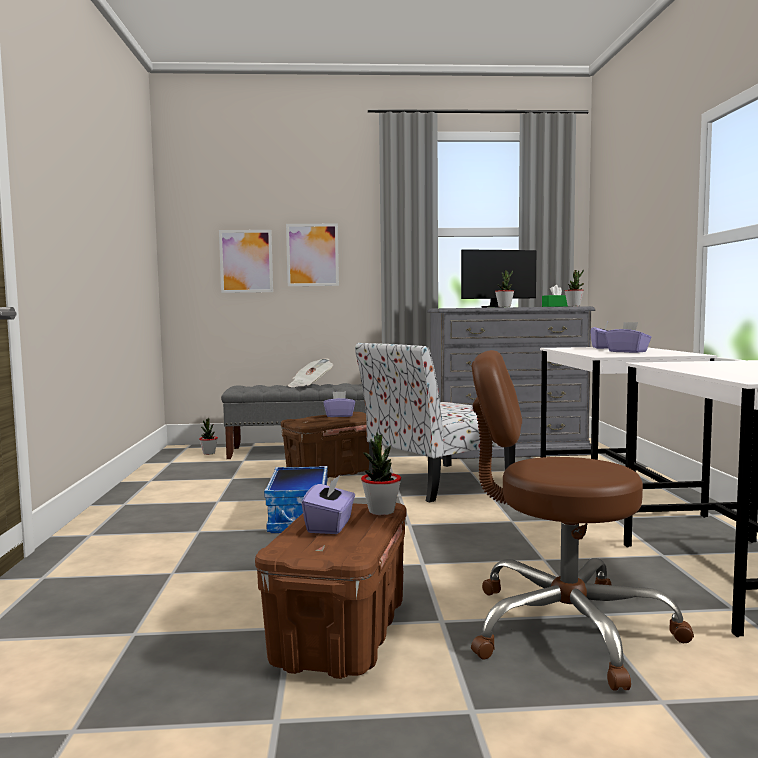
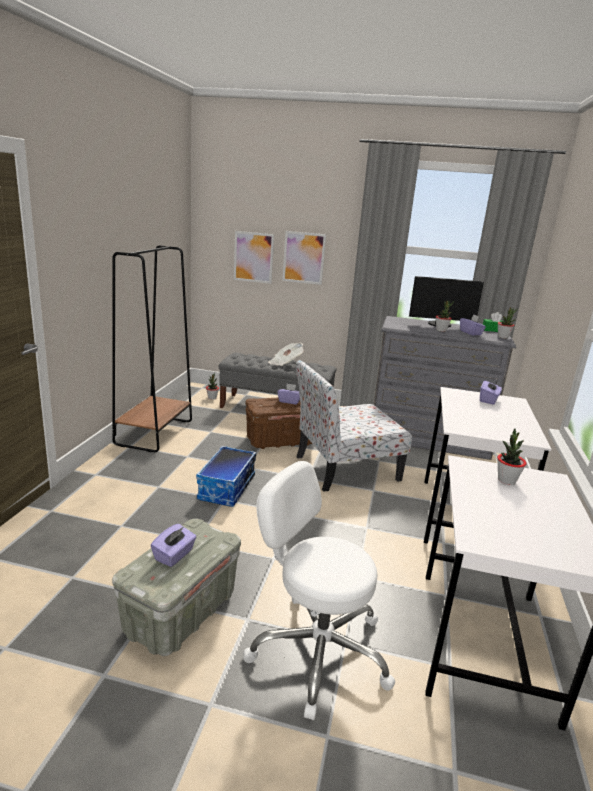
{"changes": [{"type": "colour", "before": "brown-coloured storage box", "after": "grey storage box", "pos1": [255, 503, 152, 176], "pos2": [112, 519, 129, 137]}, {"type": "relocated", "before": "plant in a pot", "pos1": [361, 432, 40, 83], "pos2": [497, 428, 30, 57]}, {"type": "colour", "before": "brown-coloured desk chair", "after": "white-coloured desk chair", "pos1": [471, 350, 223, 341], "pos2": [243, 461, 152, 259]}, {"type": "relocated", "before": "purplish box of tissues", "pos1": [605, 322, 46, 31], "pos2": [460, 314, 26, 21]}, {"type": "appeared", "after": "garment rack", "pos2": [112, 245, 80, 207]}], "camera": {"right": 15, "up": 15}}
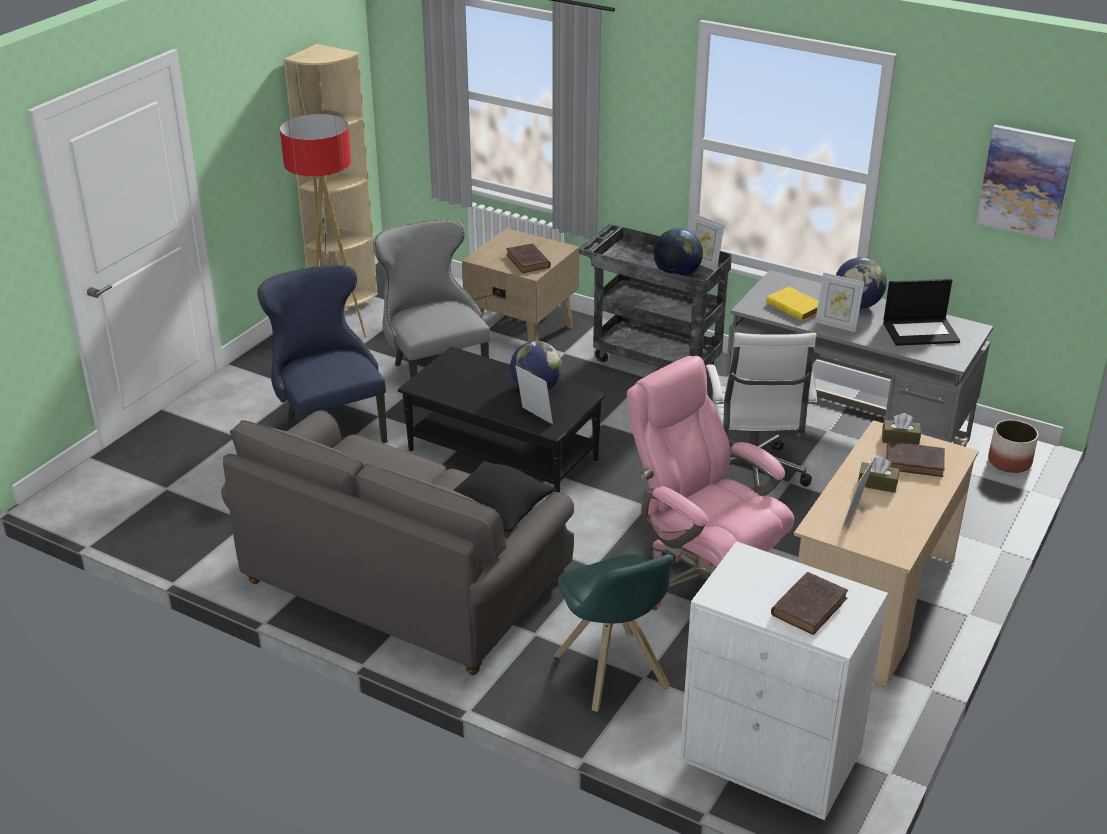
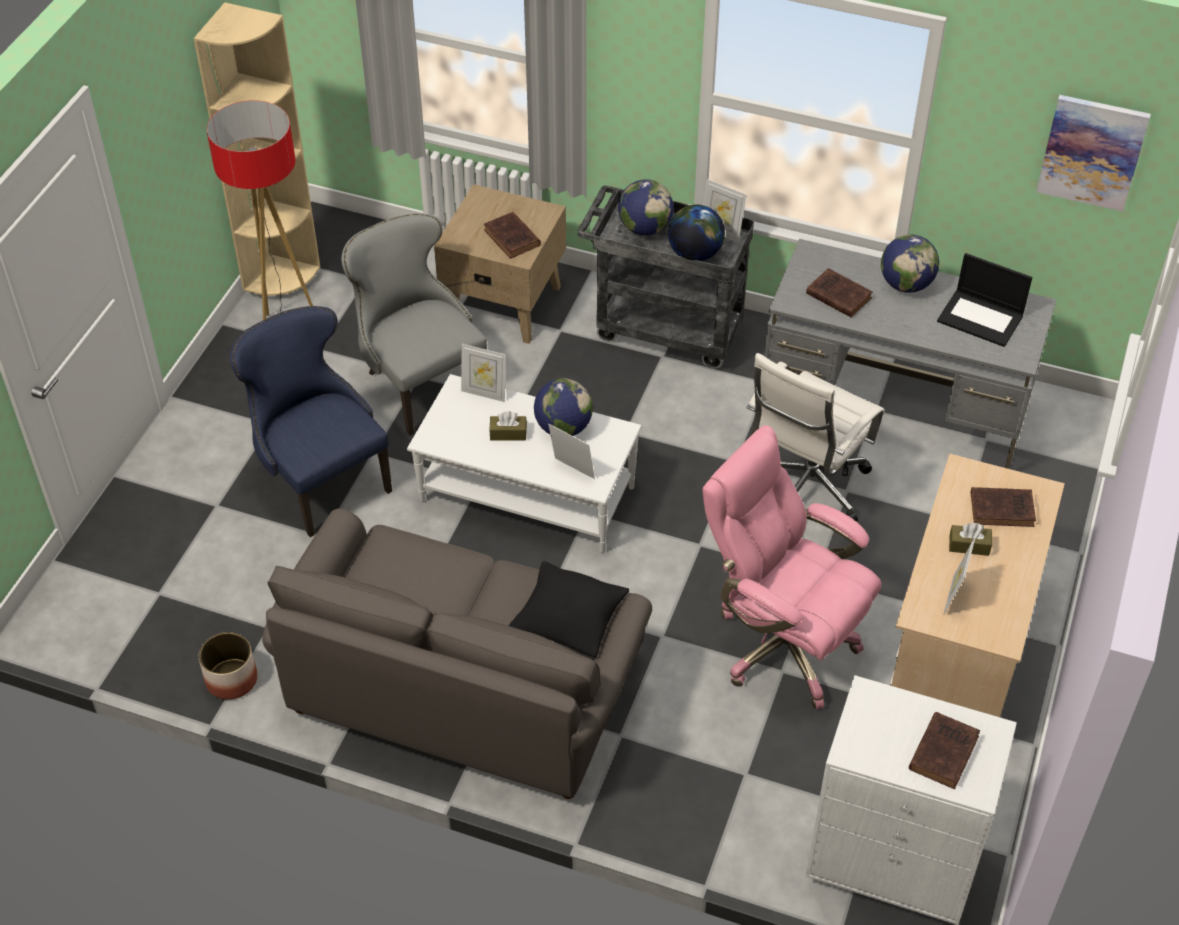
{"changes": [{"type": "colour", "before": "blackish lounge table", "after": "white-coloured lounge table", "pos1": [398, 347, 208, 145], "pos2": [407, 374, 235, 179]}, {"type": "missing", "before": "turquoise-coloured chair", "pos1": [554, 554, 119, 158]}, {"type": "spun", "before": "white-coloured desk chair", "pos1": [706, 333, 111, 154], "pos2": [747, 353, 138, 169], "turn": 45}, {"type": "colour", "before": "yellow-coloured book", "after": "brown-coloured book", "pos1": [766, 287, 52, 34], "pos2": [806, 268, 67, 49]}, {"type": "relocated", "before": "standing frame", "pos1": [815, 272, 49, 60], "pos2": [461, 344, 45, 58]}, {"type": "relocated", "before": "brown-coloured box of tissues", "pos1": [882, 413, 39, 32], "pos2": [490, 411, 37, 30]}, {"type": "spun", "before": "laptop", "pos1": [883, 279, 77, 67], "pos2": [937, 253, 95, 94], "turn": 45}, {"type": "relocated", "before": "plant pot", "pos1": [988, 420, 50, 53], "pos2": [199, 632, 58, 68]}, {"type": "appeared", "after": "globe", "pos2": [618, 179, 55, 57]}], "camera": {"right": -10, "up": 15}}
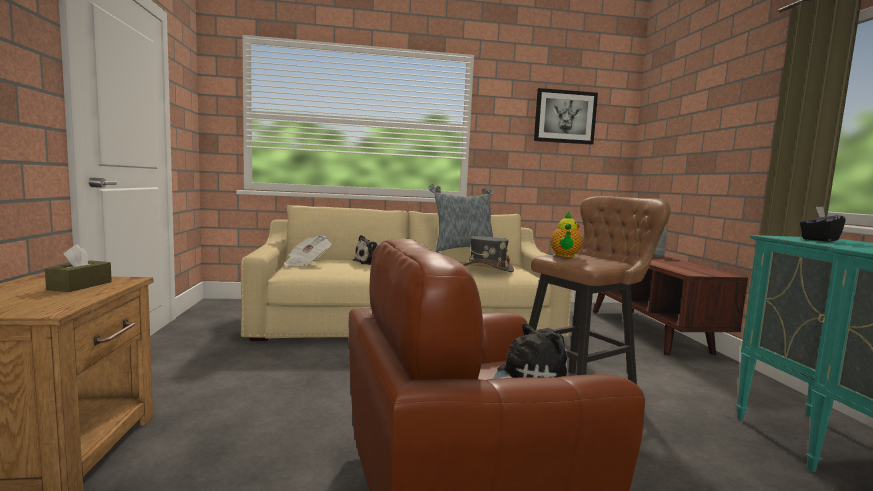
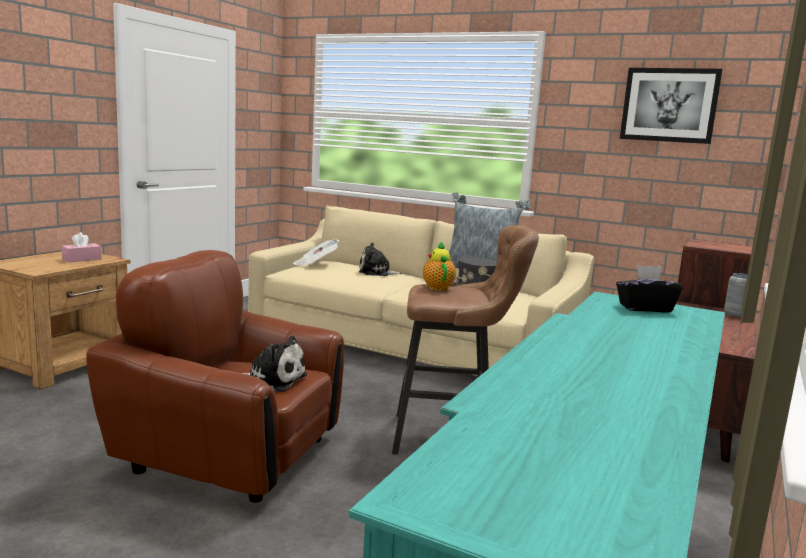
{"changes": [{"type": "colour", "before": "brown-coloured box of tissues", "after": "pink box of tissues", "pos1": [45, 244, 67, 48], "pos2": [62, 232, 40, 30]}, {"type": "spun", "before": "teapot", "pos1": [551, 212, 31, 45], "pos2": [423, 241, 33, 50], "turn": 120}], "camera": {"right": 35, "up": 5}}
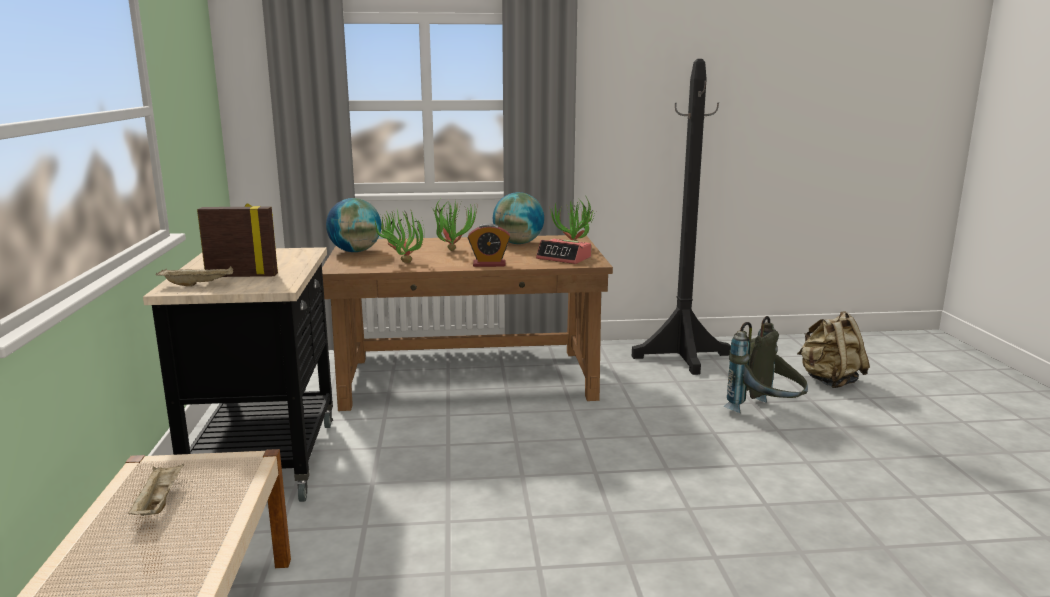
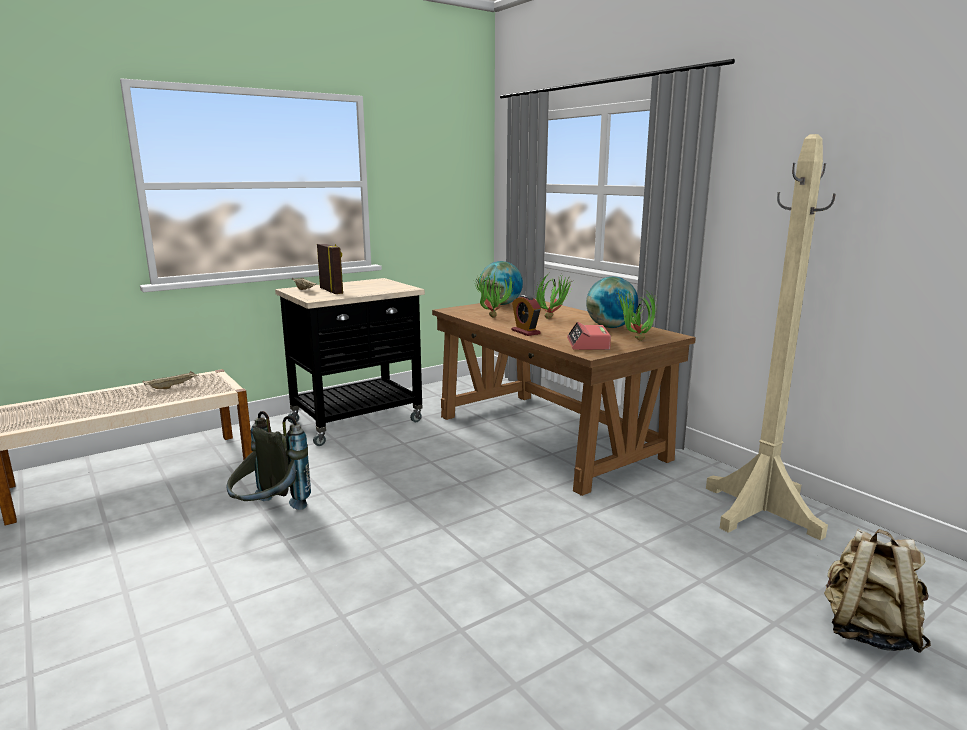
{"changes": [{"type": "colour", "before": "blackish garment rack", "after": "beige garment rack", "pos1": [632, 59, 99, 316], "pos2": [706, 134, 130, 406]}, {"type": "relocated", "before": "grey backpack", "pos1": [724, 316, 84, 97], "pos2": [227, 411, 84, 99]}], "camera": {"right": 60, "up": 0}}
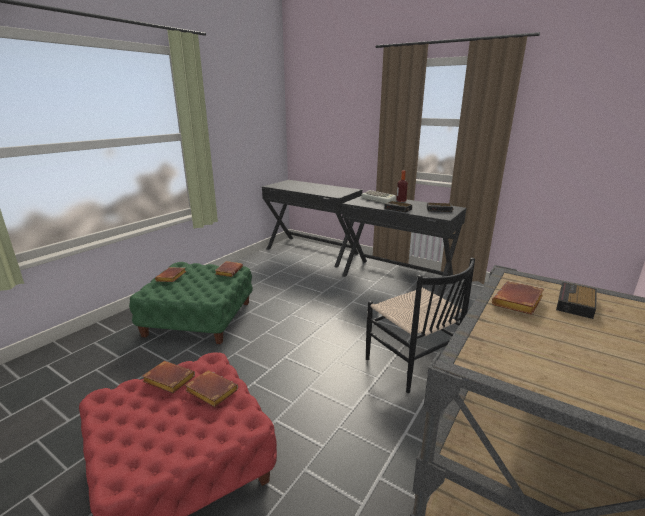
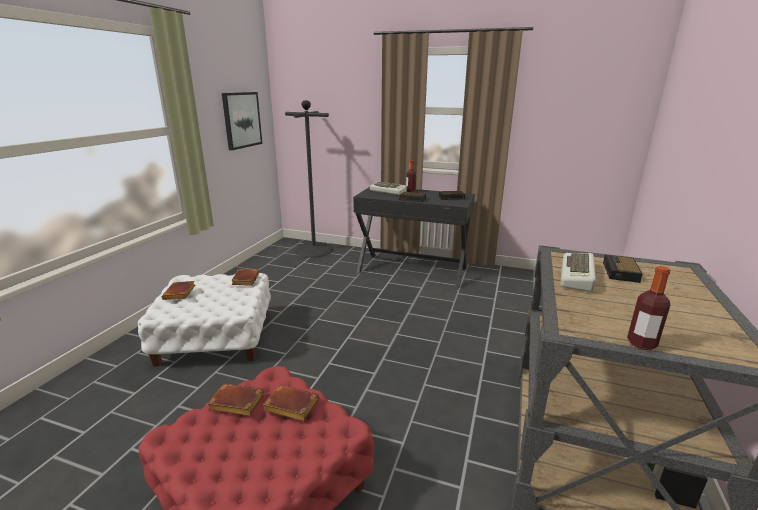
{"changes": [{"type": "colour", "before": "green-coloured pouffe", "after": "white-coloured pouffe", "pos1": [129, 262, 124, 82], "pos2": [138, 273, 133, 94]}, {"type": "exchanged", "before": "blackish desk table", "after": "blackish garment rack", "pos1": [262, 180, 100, 88], "pos2": [285, 100, 48, 158]}, {"type": "missing", "before": "blackish chair", "pos1": [366, 258, 109, 135]}, {"type": "exchanged", "before": "brown-coloured book", "after": "computer keyboard", "pos1": [492, 281, 52, 34], "pos2": [560, 253, 36, 39]}, {"type": "appeared", "after": "wall picture", "pos2": [222, 92, 40, 58]}, {"type": "appeared", "after": "bottle", "pos2": [627, 266, 43, 84]}], "camera": {"right": -15, "up": 0}}
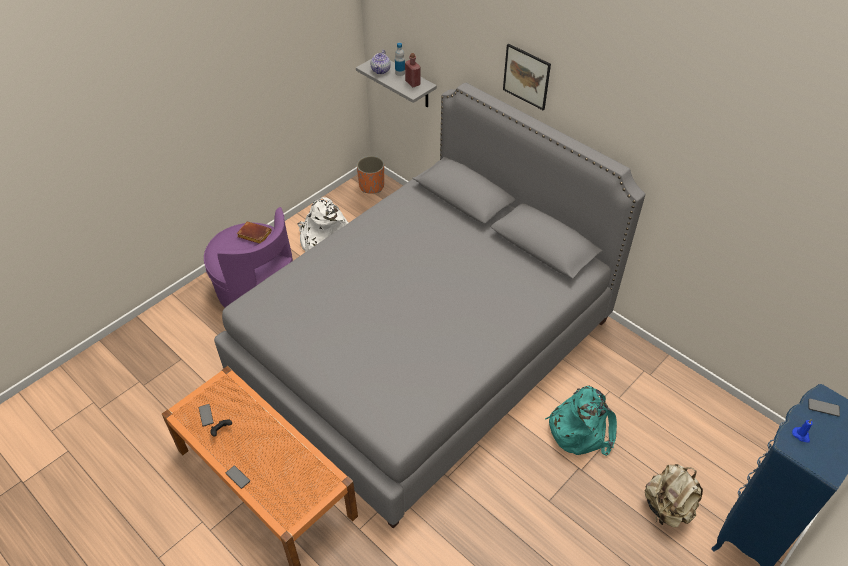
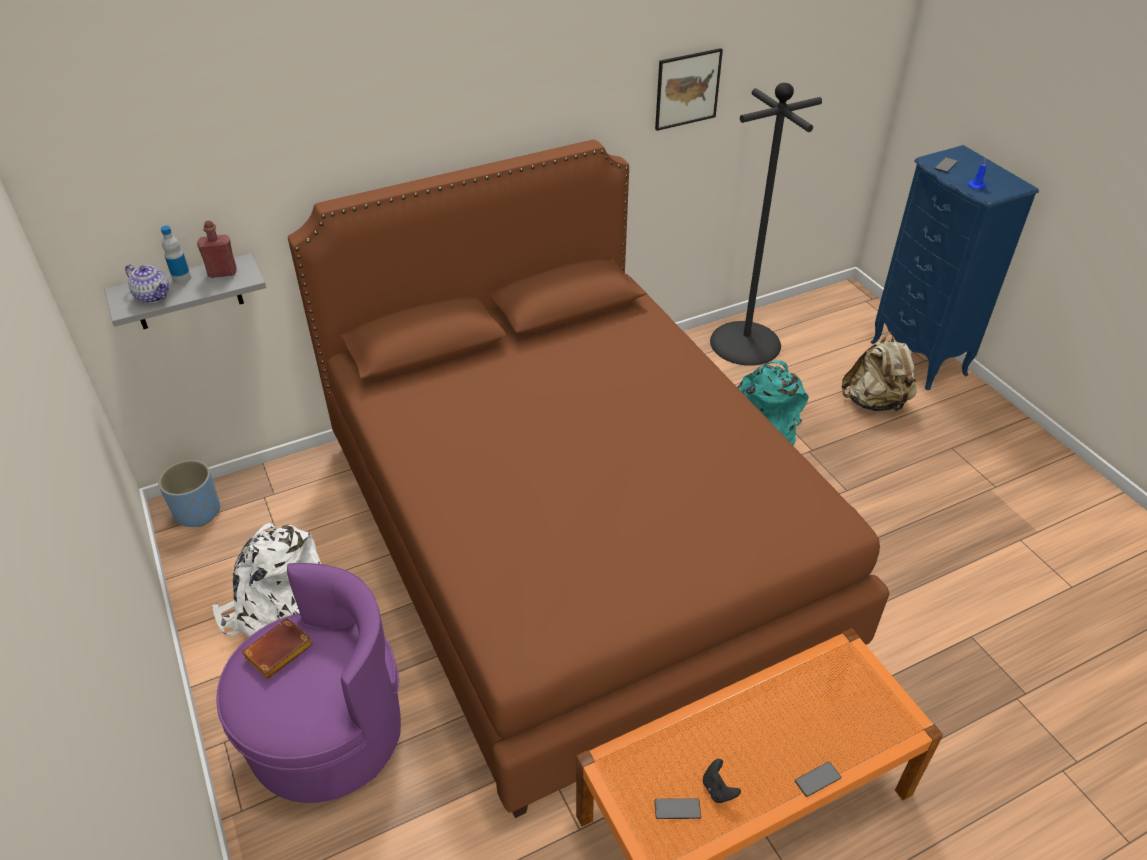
{"changes": [{"type": "colour", "before": "grey bedroom bed", "after": "brown-coloured bedroom bed", "pos1": [214, 83, 431, 446], "pos2": [288, 139, 601, 679]}, {"type": "colour", "before": "orange-coloured plant pot", "after": "blue-coloured plant pot", "pos1": [357, 156, 27, 38], "pos2": [158, 460, 62, 67]}, {"type": "relocated", "before": "wall picture", "pos1": [503, 43, 48, 67], "pos2": [655, 48, 68, 83]}, {"type": "appeared", "after": "blackish garment rack", "pos2": [710, 83, 112, 283]}], "camera": {"right": -70, "up": -5}}
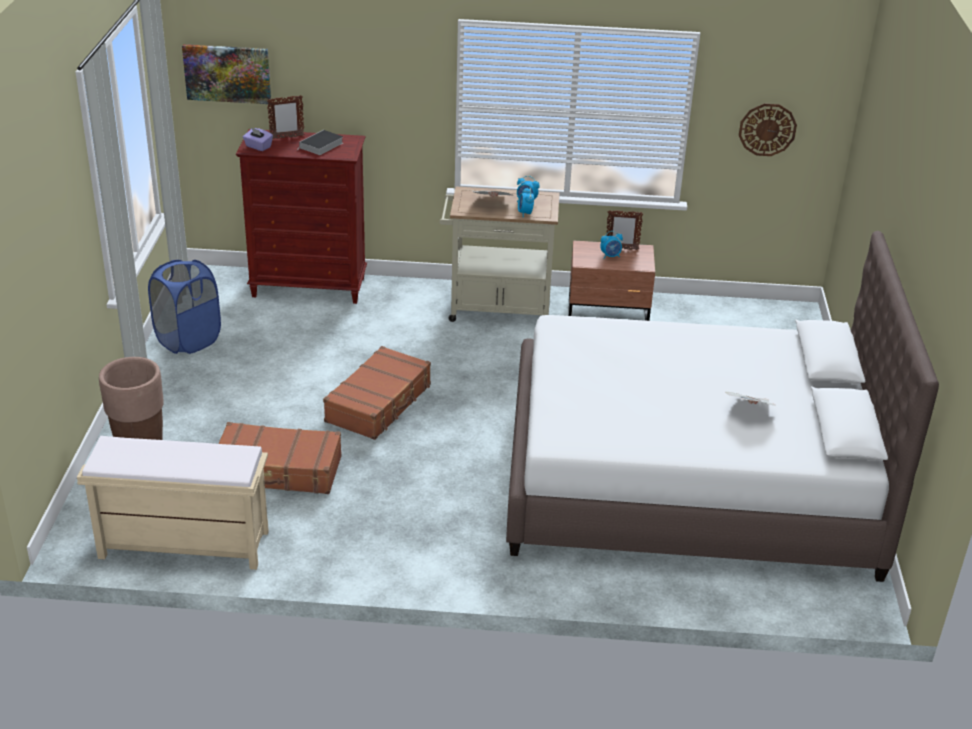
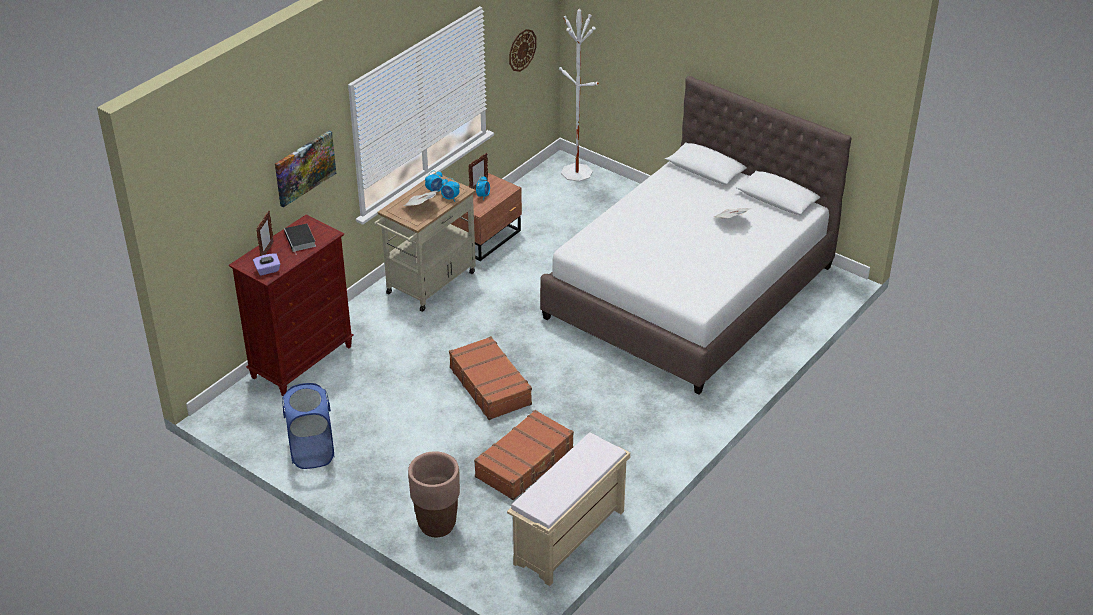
{"changes": [{"type": "relocated", "before": "wall picture", "pos1": [182, 44, 89, 60], "pos2": [275, 131, 61, 76]}, {"type": "appeared", "after": "white-coloured garment rack", "pos2": [559, 9, 40, 173]}], "camera": {"right": -55, "up": 5}}
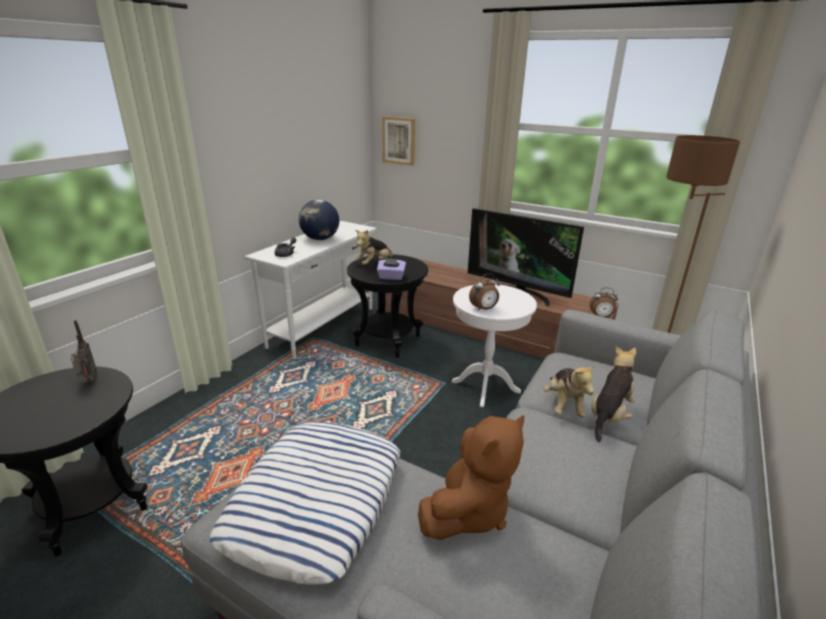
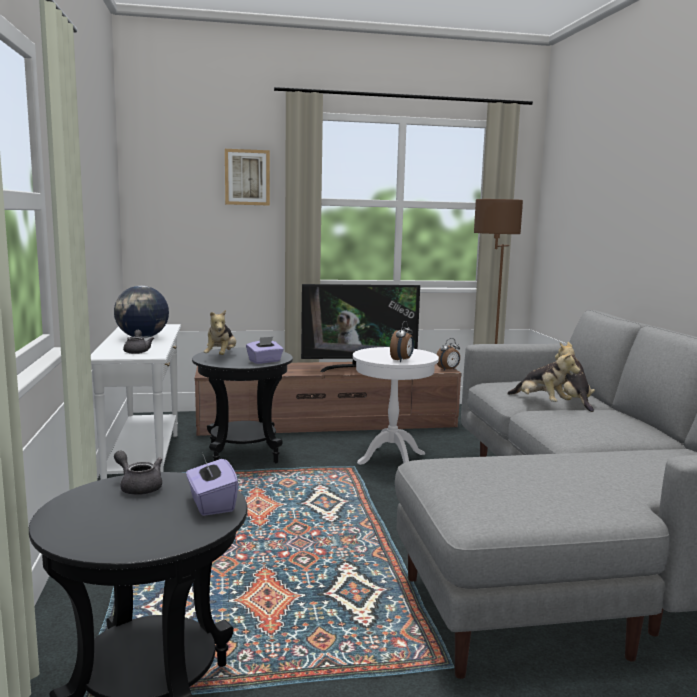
{"changes": [{"type": "exchanged", "before": "radio receiver", "after": "grey teapot", "pos1": [71, 320, 26, 63], "pos2": [114, 451, 48, 44]}, {"type": "missing", "before": "pillow", "pos1": [209, 422, 191, 162]}, {"type": "relocated", "before": "wall picture", "pos1": [382, 116, 33, 50], "pos2": [225, 149, 45, 57]}, {"type": "missing", "before": "brown-coloured cuddly toy", "pos1": [418, 415, 106, 125]}, {"type": "appeared", "after": "purplish box of tissues", "pos2": [186, 455, 52, 61]}], "camera": {"right": -40, "up": -15}}
